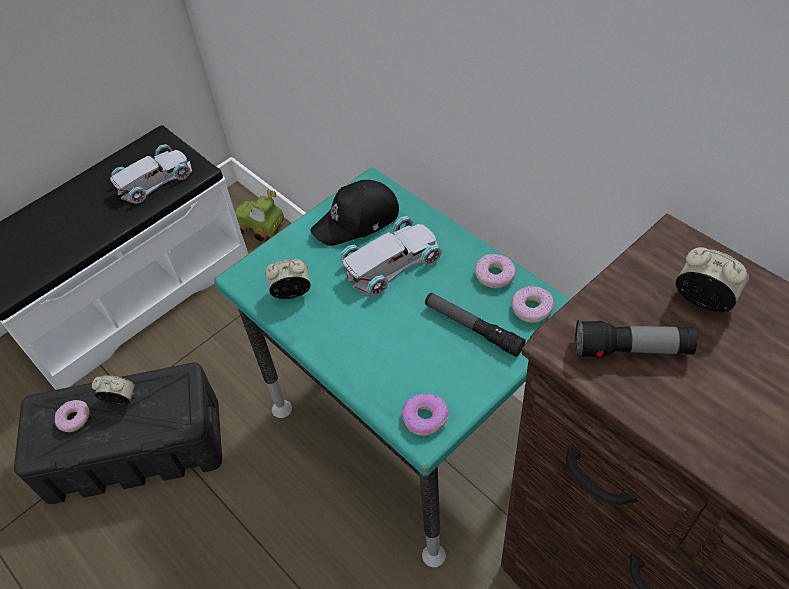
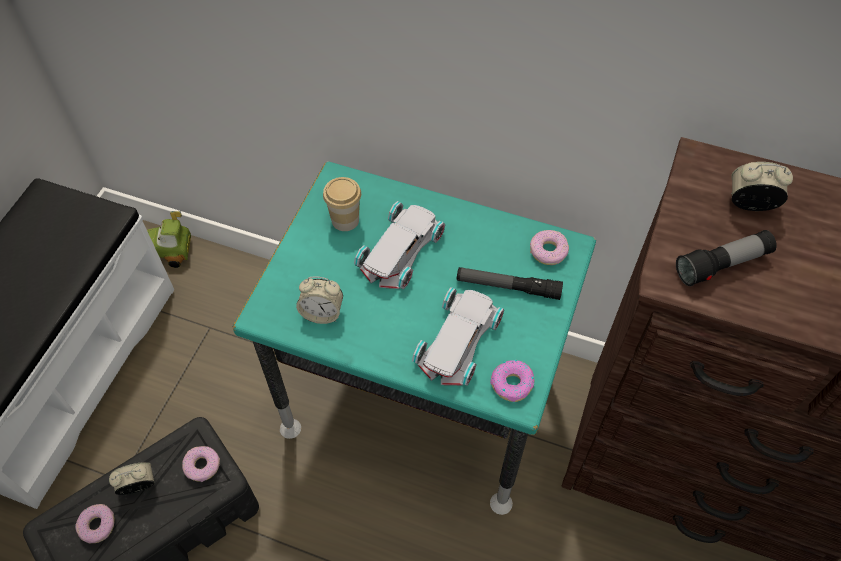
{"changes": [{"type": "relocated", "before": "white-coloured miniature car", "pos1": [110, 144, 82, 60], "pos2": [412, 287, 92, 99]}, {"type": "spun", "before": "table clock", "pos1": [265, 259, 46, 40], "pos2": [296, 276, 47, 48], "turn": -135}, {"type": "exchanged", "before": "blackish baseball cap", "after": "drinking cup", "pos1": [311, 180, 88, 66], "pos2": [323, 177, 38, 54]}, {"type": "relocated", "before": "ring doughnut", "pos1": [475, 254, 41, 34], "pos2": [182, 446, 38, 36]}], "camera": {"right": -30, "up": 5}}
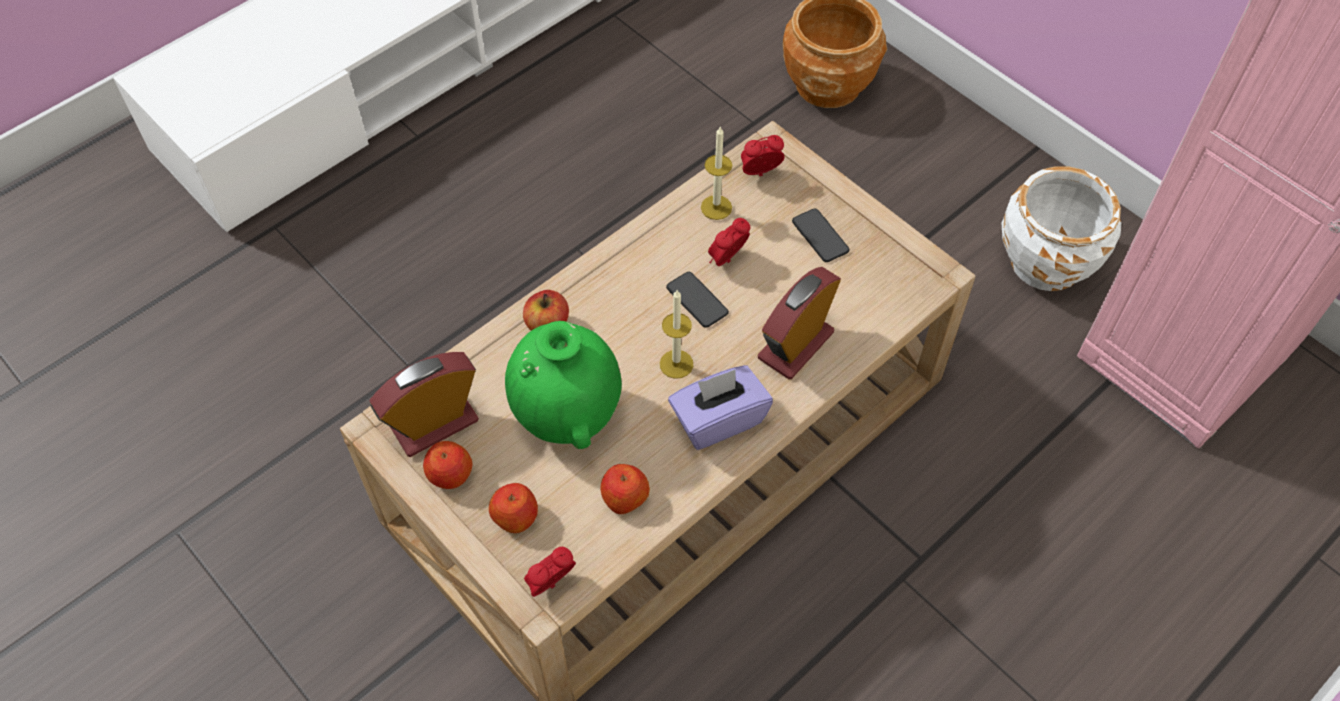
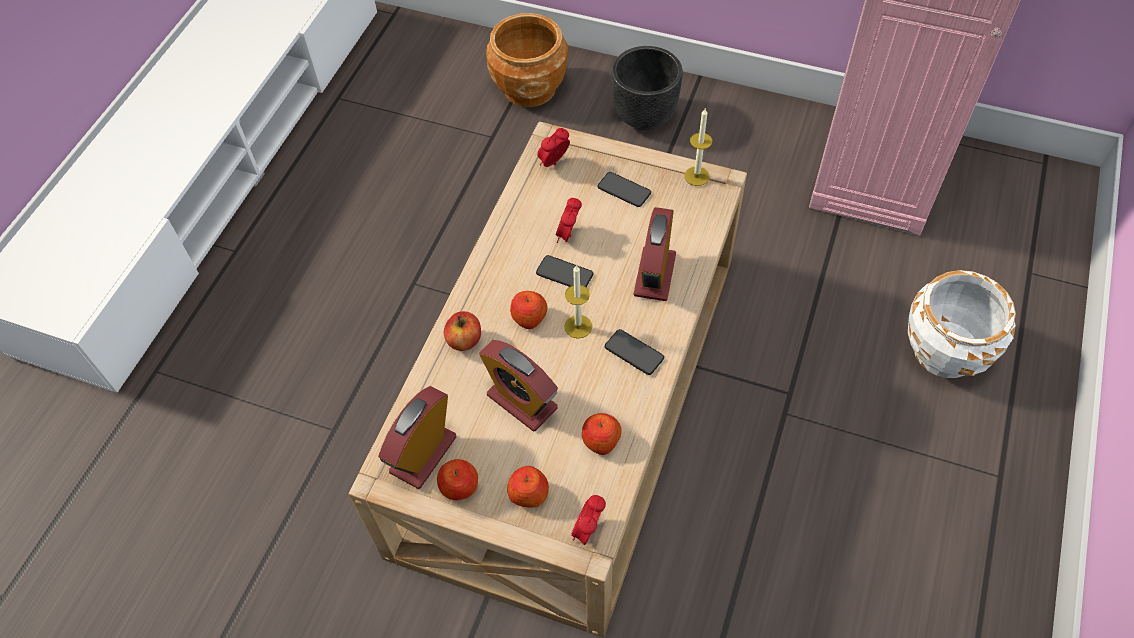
{"changes": [{"type": "exchanged", "before": "green-coloured decorative vase", "after": "table clock", "pos1": [505, 321, 117, 128], "pos2": [479, 340, 79, 91]}, {"type": "exchanged", "before": "purplish box of tissues", "after": "phone", "pos1": [668, 365, 105, 85], "pos2": [605, 329, 59, 46]}, {"type": "relocated", "before": "wax candle", "pos1": [701, 126, 31, 94], "pos2": [684, 109, 28, 77]}, {"type": "relocated", "before": "white-coloured plant pot", "pos1": [1002, 166, 119, 125], "pos2": [908, 270, 108, 108]}, {"type": "appeared", "after": "whole apple", "pos2": [510, 291, 38, 38]}, {"type": "appeared", "after": "blackish plant pot", "pos2": [611, 46, 72, 84]}], "camera": {"right": -25, "up": 0}}
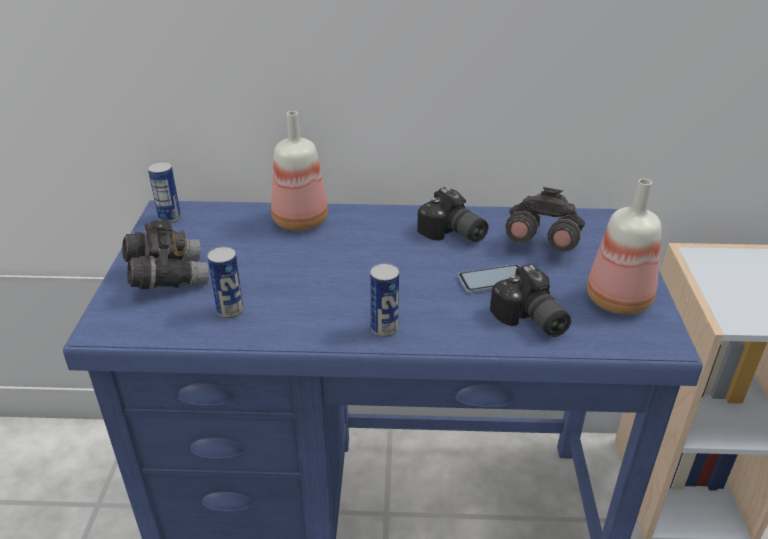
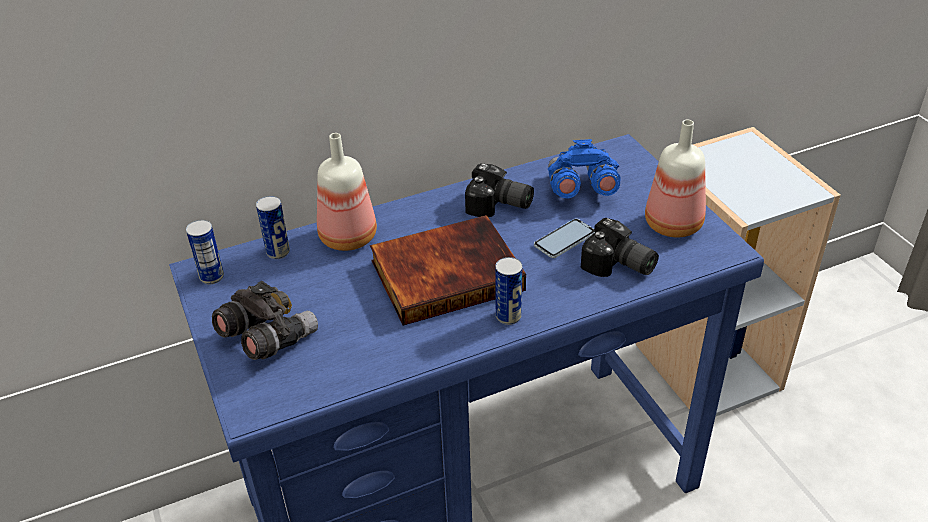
{"changes": [{"type": "relocated", "before": "can", "pos1": [207, 246, 37, 73], "pos2": [256, 196, 34, 63]}, {"type": "colour", "before": "grey binoculars", "after": "blue-coloured binoculars", "pos1": [505, 187, 80, 65], "pos2": [548, 139, 73, 59]}, {"type": "appeared", "after": "book", "pos2": [370, 215, 156, 111]}], "camera": {"right": -25, "up": 5}}
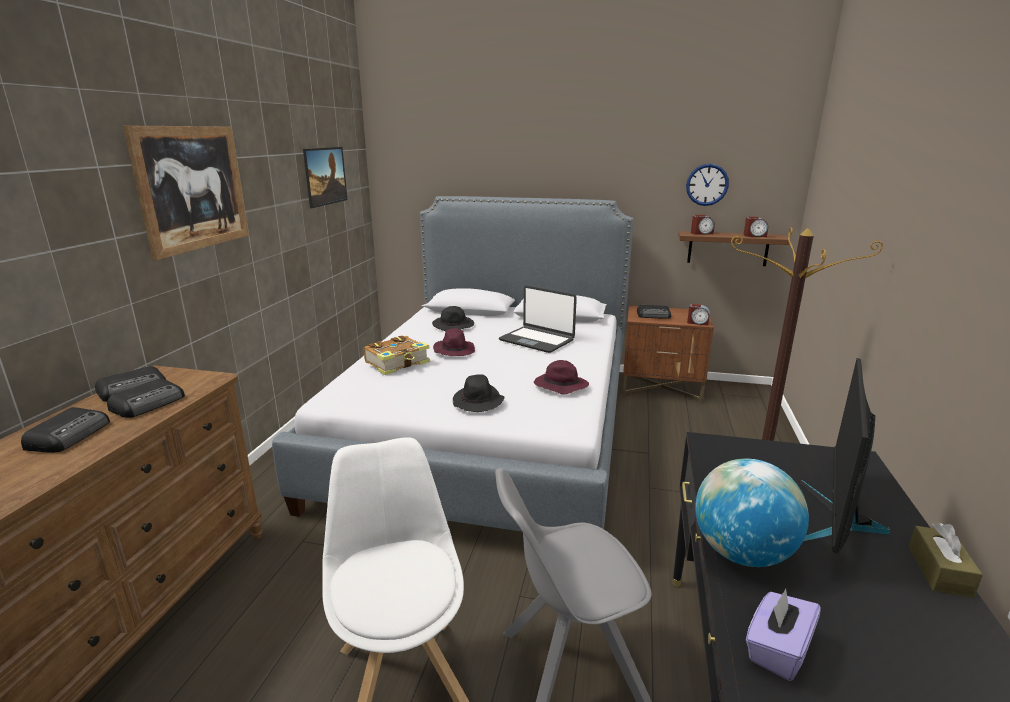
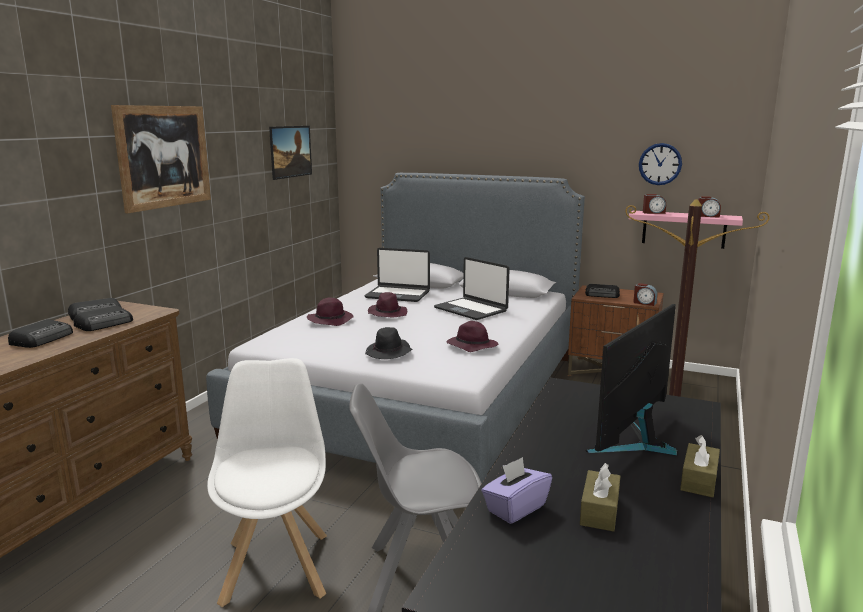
{"changes": [{"type": "exchanged", "before": "book", "after": "purplish wearable hat", "pos1": [364, 335, 66, 40], "pos2": [307, 297, 47, 29]}, {"type": "exchanged", "before": "blackish wearable hat", "after": "laptop", "pos1": [432, 306, 42, 25], "pos2": [364, 248, 66, 54]}, {"type": "colour", "before": "brown-coloured bracket shelf", "after": "pink bracket shelf", "pos1": [678, 231, 112, 35], "pos2": [629, 211, 114, 38]}, {"type": "missing", "before": "globe", "pos1": [695, 459, 114, 108]}, {"type": "appeared", "after": "brown-coloured box of tissues", "pos2": [580, 463, 40, 69]}], "camera": {"right": 10, "up": -5}}
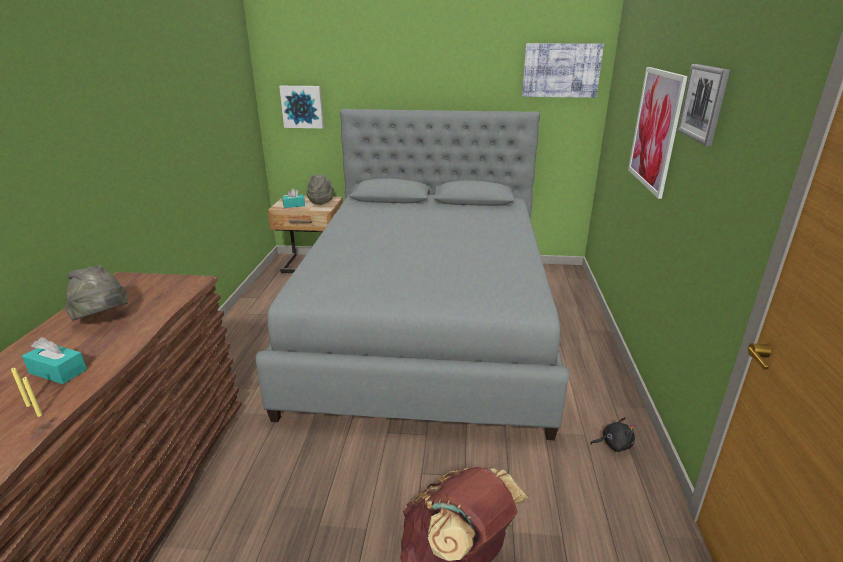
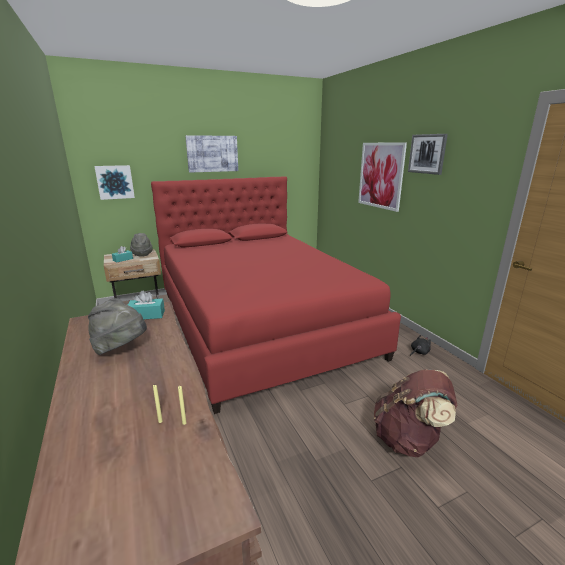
{"changes": [{"type": "relocated", "before": "turquoise-coloured box of tissues", "pos1": [22, 337, 65, 47], "pos2": [128, 290, 37, 29]}, {"type": "colour", "before": "grey bedroom bed", "after": "red-coloured bedroom bed", "pos1": [256, 109, 314, 331], "pos2": [151, 176, 250, 238]}, {"type": "relocated", "before": "wall picture", "pos1": [522, 43, 82, 55], "pos2": [185, 135, 53, 38]}], "camera": {"right": -30, "up": -5}}
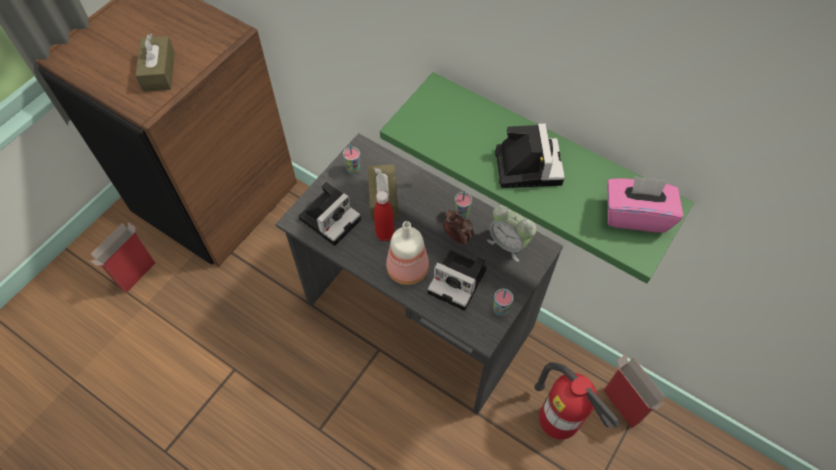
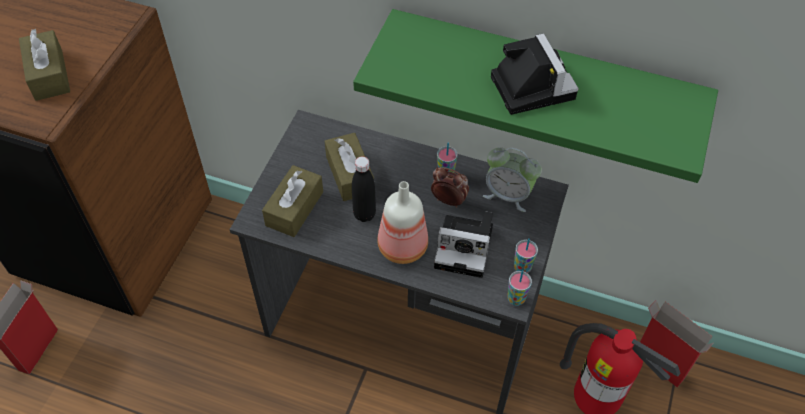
{"changes": [{"type": "exchanged", "before": "photo camera", "after": "brown-coloured box of tissues", "pos1": [298, 182, 63, 64], "pos2": [262, 165, 61, 72]}, {"type": "relocated", "before": "drinking cup", "pos1": [343, 144, 17, 30], "pos2": [507, 270, 25, 36]}, {"type": "colour", "before": "red-coloured bottle", "after": "blackish bottle", "pos1": [374, 191, 21, 50], "pos2": [352, 157, 24, 65]}, {"type": "missing", "before": "pink box of tissues", "pos1": [607, 176, 76, 57]}], "camera": {"right": -15, "up": -5}}
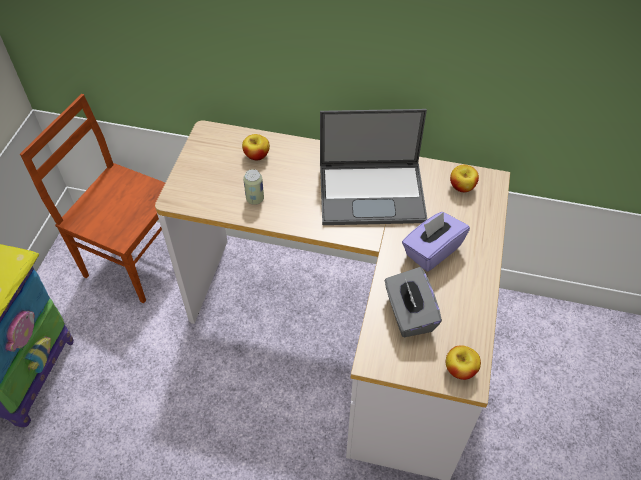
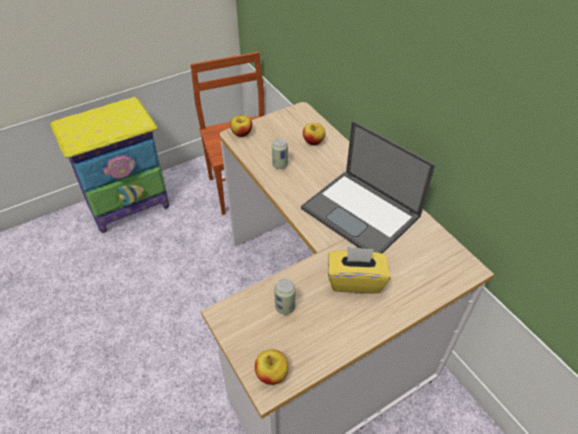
{"changes": [{"type": "exchanged", "before": "grey box of tissues", "after": "can", "pos1": [385, 267, 57, 70], "pos2": [274, 279, 22, 36]}, {"type": "colour", "before": "purplish box of tissues", "after": "yellow-coloured box of tissues", "pos1": [402, 212, 68, 60], "pos2": [328, 246, 62, 47]}, {"type": "relocated", "before": "whole apple", "pos1": [450, 165, 29, 27], "pos2": [230, 115, 22, 22]}], "camera": {"right": 45, "up": -5}}
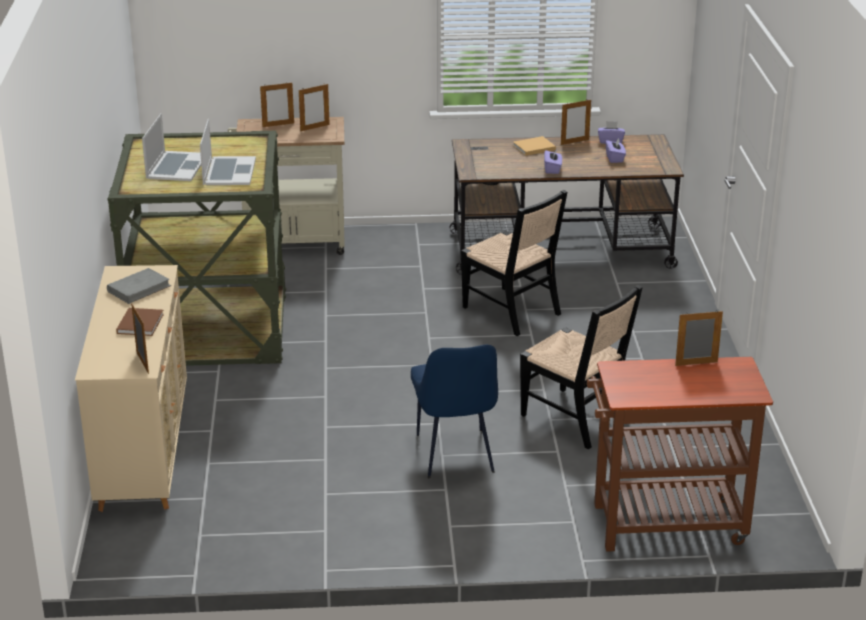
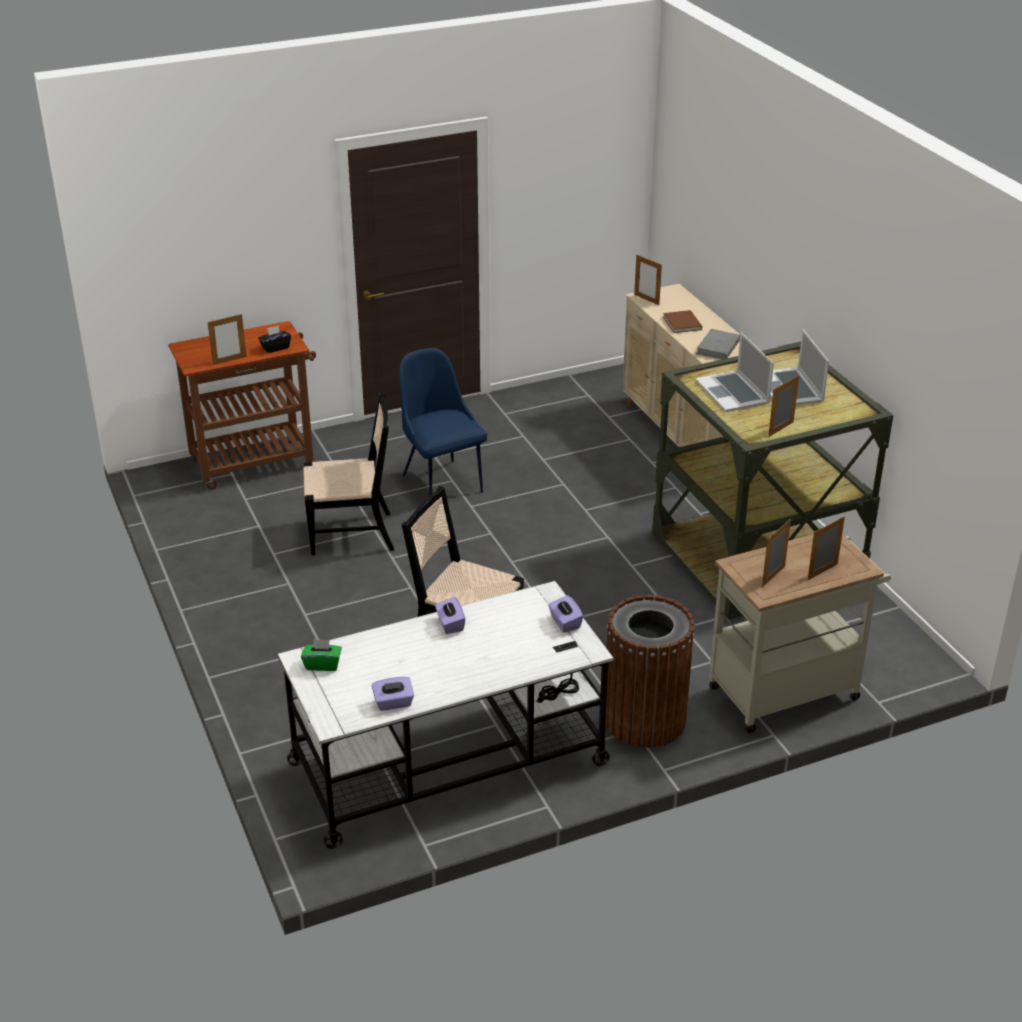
{"changes": [{"type": "colour", "before": "brown-coloured desk table", "after": "white-coloured desk table", "pos1": [450, 134, 234, 141], "pos2": [277, 581, 337, 268]}, {"type": "missing", "before": "beige book", "pos1": [513, 136, 43, 20]}, {"type": "spun", "before": "chair", "pos1": [520, 285, 123, 165], "pos2": [303, 392, 91, 164], "turn": 150}, {"type": "relocated", "before": "standing frame", "pos1": [561, 99, 30, 46], "pos2": [768, 375, 31, 62]}, {"type": "relocated", "before": "purplish box of tissues", "pos1": [606, 137, 20, 26], "pos2": [548, 595, 35, 38]}, {"type": "appeared", "after": "blackish box of tissues", "pos2": [258, 325, 33, 28]}, {"type": "appeared", "after": "green-coloured box of tissues", "pos2": [301, 639, 41, 32]}, {"type": "appeared", "after": "brown-coloured rubbish bin", "pos2": [605, 595, 90, 153]}], "camera": {"right": 160, "up": 5}}
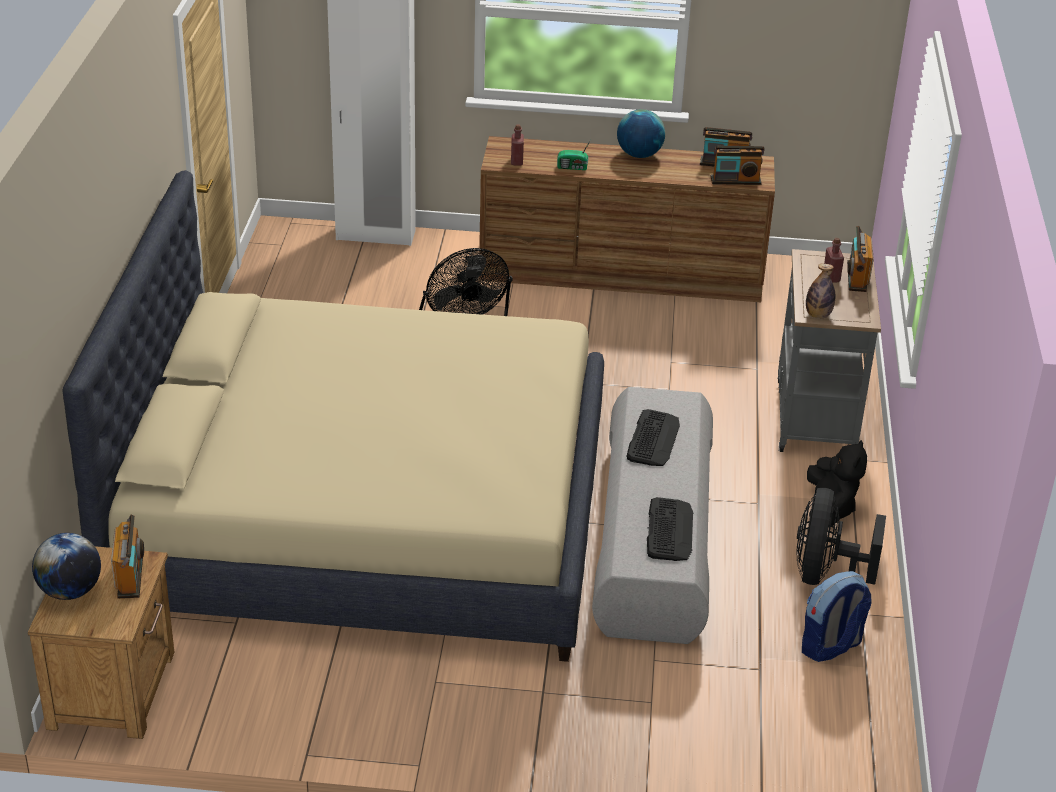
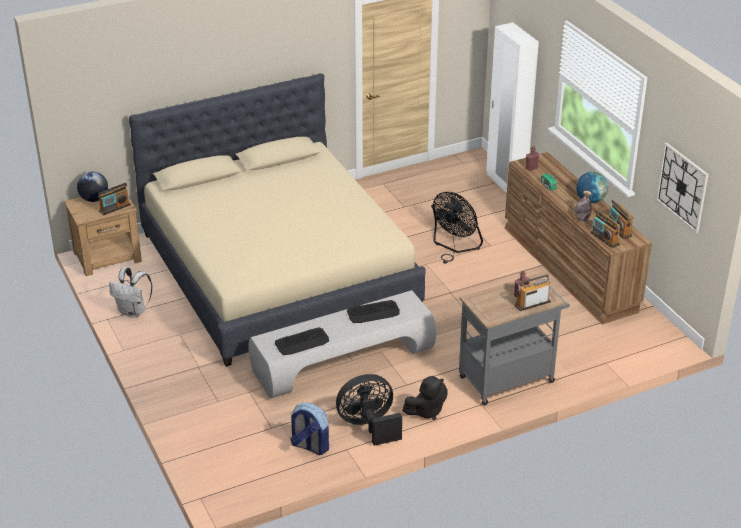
{"changes": [{"type": "relocated", "before": "bottle", "pos1": [806, 263, 29, 55], "pos2": [575, 191, 17, 30]}, {"type": "appeared", "after": "white-coloured backpack", "pos2": [109, 267, 43, 51]}, {"type": "appeared", "after": "clock on the wall", "pos2": [656, 142, 53, 91]}], "camera": {"right": 60, "up": 0}}
